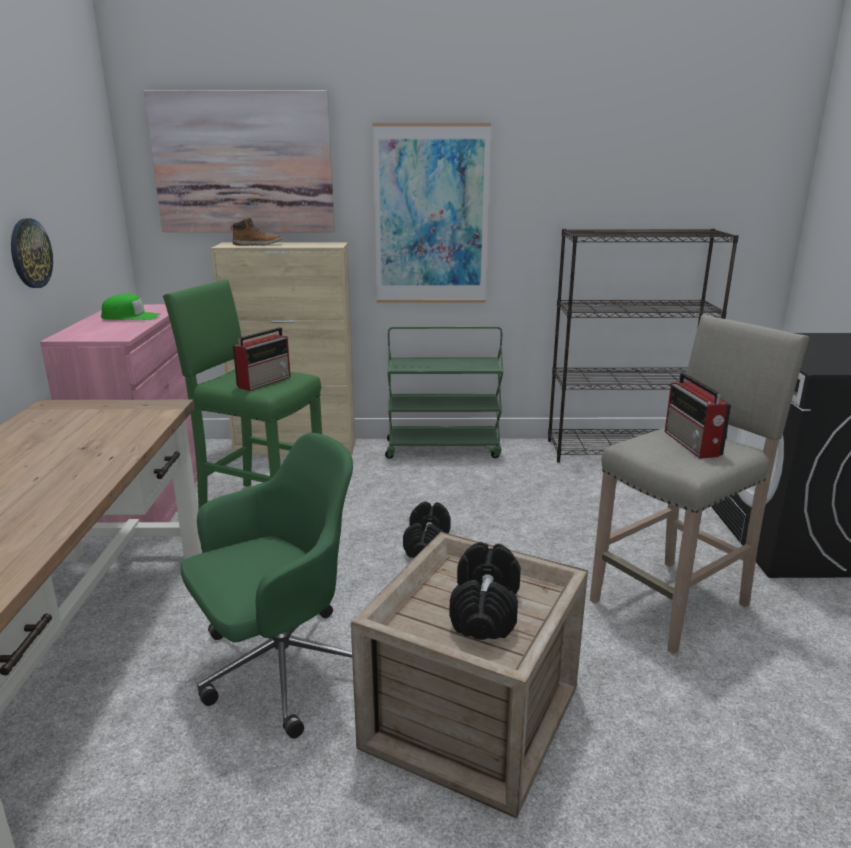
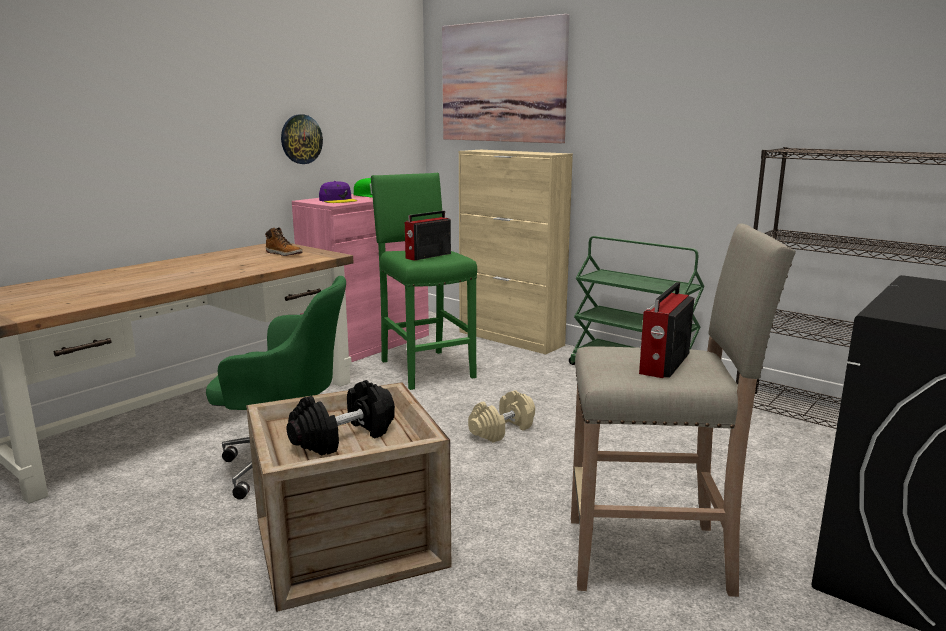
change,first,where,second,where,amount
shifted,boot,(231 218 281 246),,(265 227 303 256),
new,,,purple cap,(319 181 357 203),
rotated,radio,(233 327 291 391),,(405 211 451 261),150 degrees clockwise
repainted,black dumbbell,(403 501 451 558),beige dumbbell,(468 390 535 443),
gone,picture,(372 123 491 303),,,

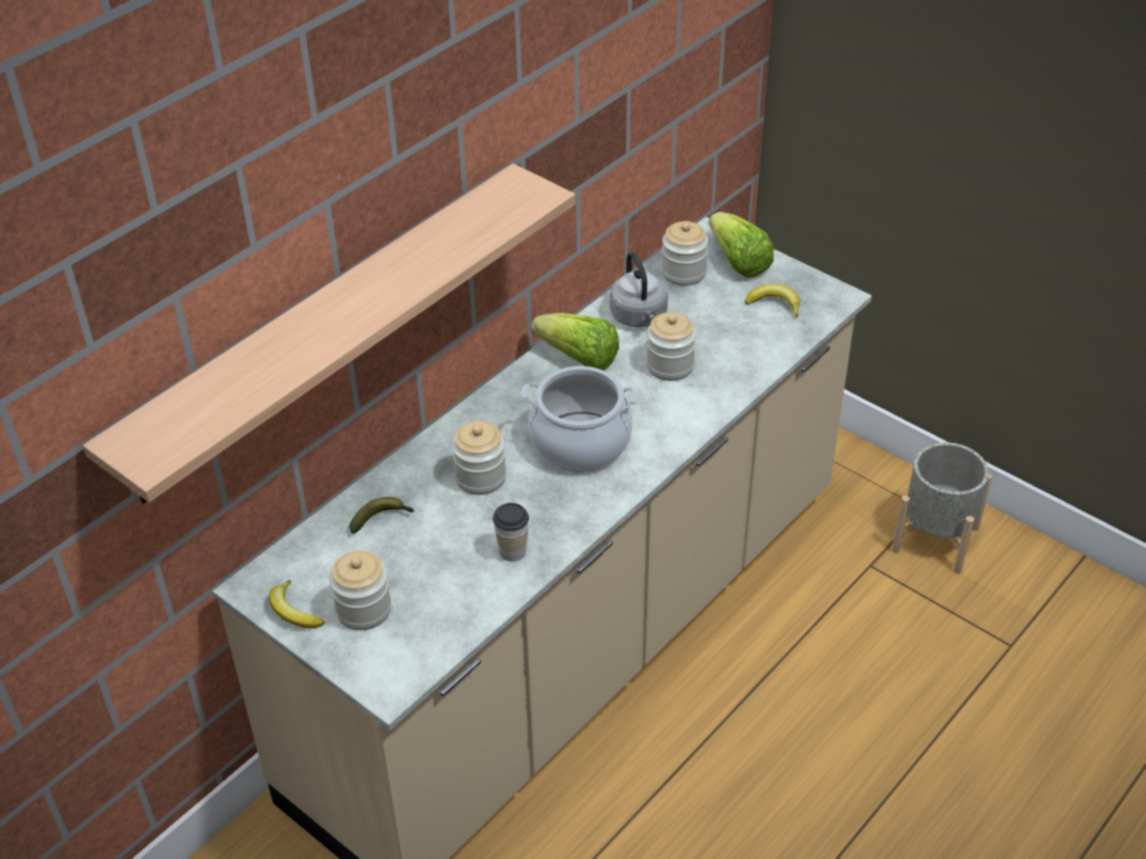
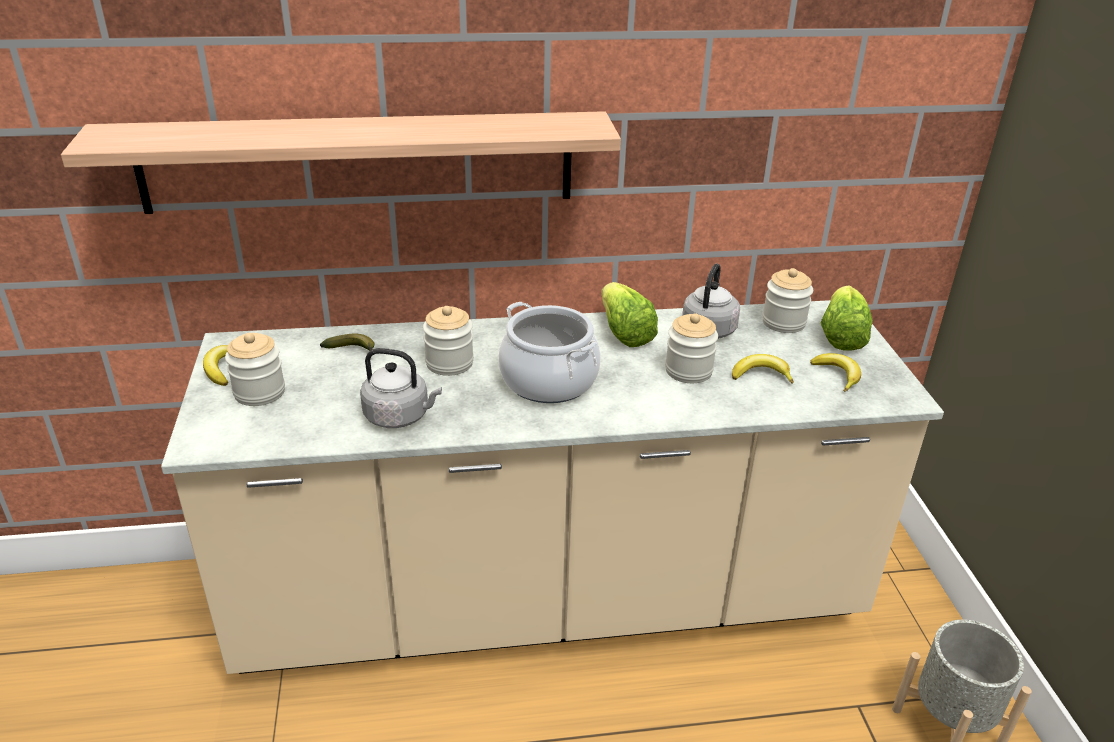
change,first,where,second,where,amount
swapped,cup,(493 503 529 562),grey kettle,(360 348 442 428),
new,,,banana,(732 354 794 383),

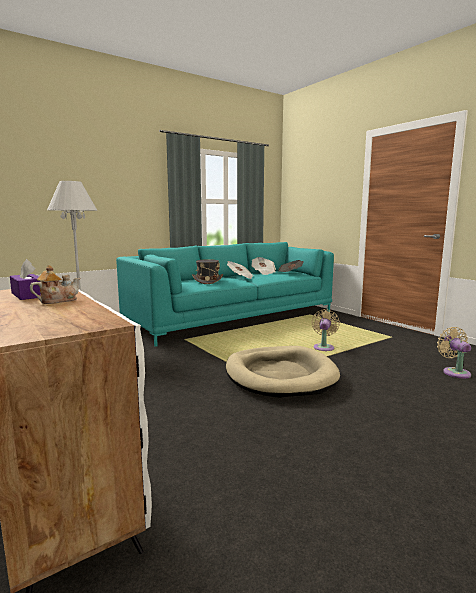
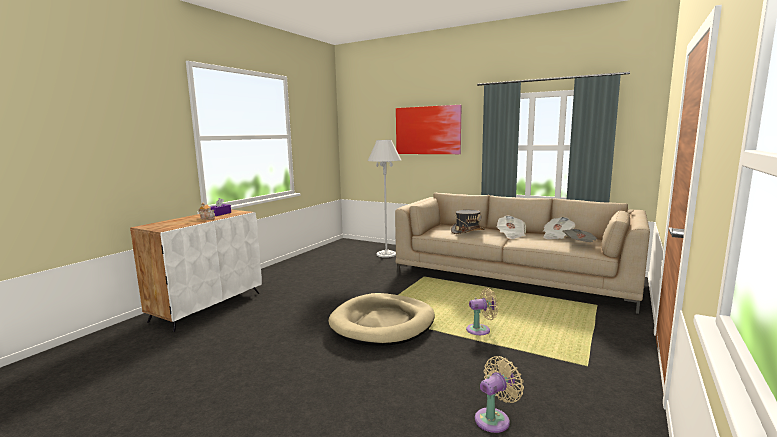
change,first,where,second,where,amount
repainted,turquoise sofa,(116 242 334 347),beige sofa,(395 193 650 314),
new,,,picture,(396 105 461 154),

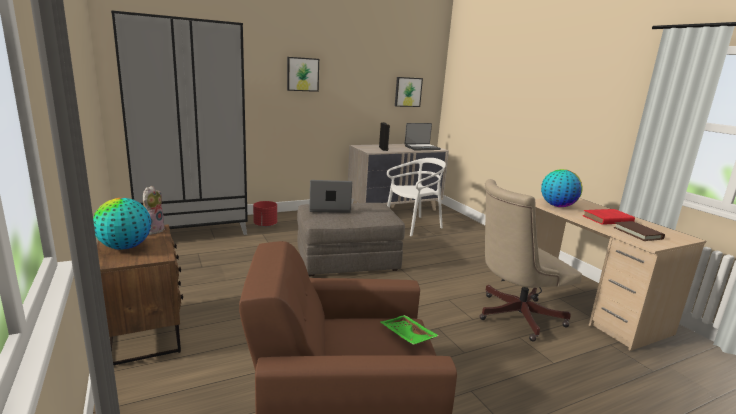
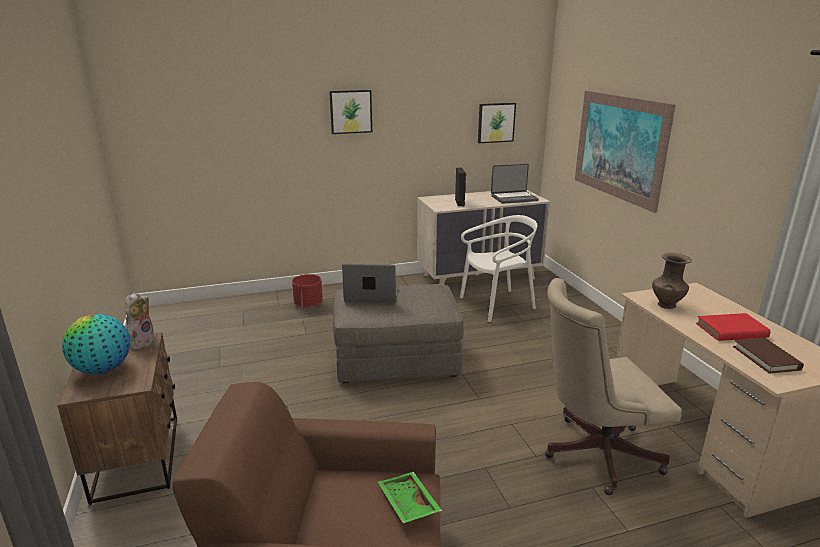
change,first,where,second,where,amount
new,,,picture,(575 91 676 213),
swapped,globe,(541 169 583 207),brown vase,(652 253 691 309),
gone,black wardrobe,(111 10 248 235),,,

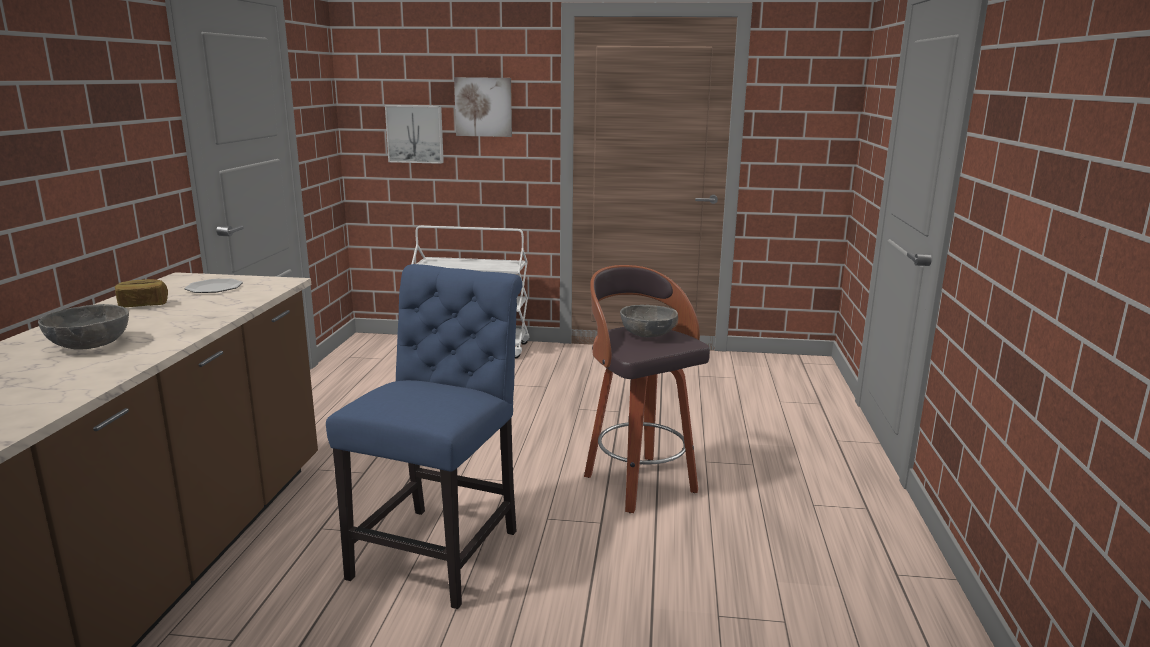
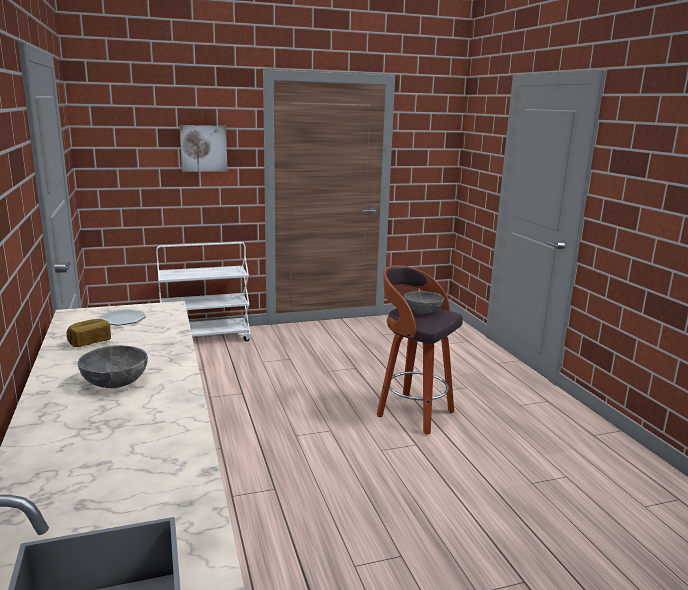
change,first,where,second,where,amount
gone,blue chair,(326 264 522 609),,,
gone,picture,(385 105 444 164),,,

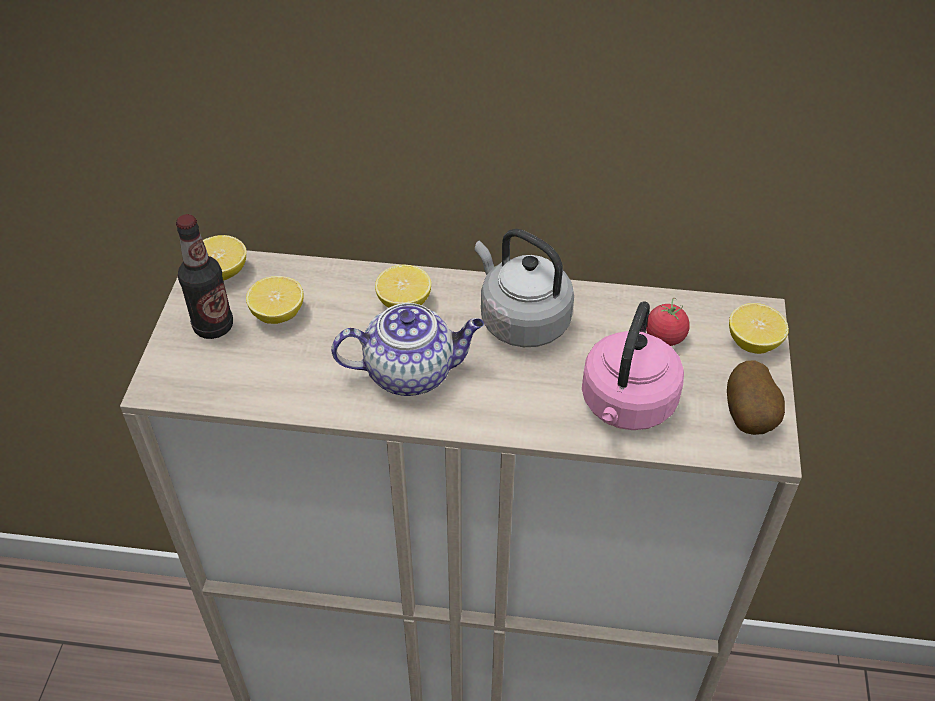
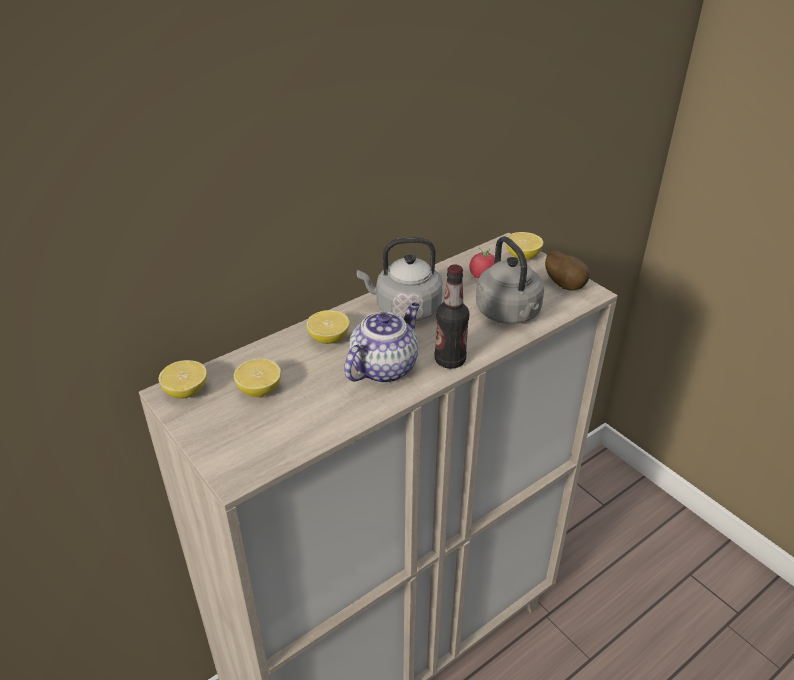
change,first,where,second,where,amount
shifted,bottle,(176 214 233 339),,(434 264 469 369),
repainted,pink kettle,(582 301 684 430),grey kettle,(476 236 544 324),

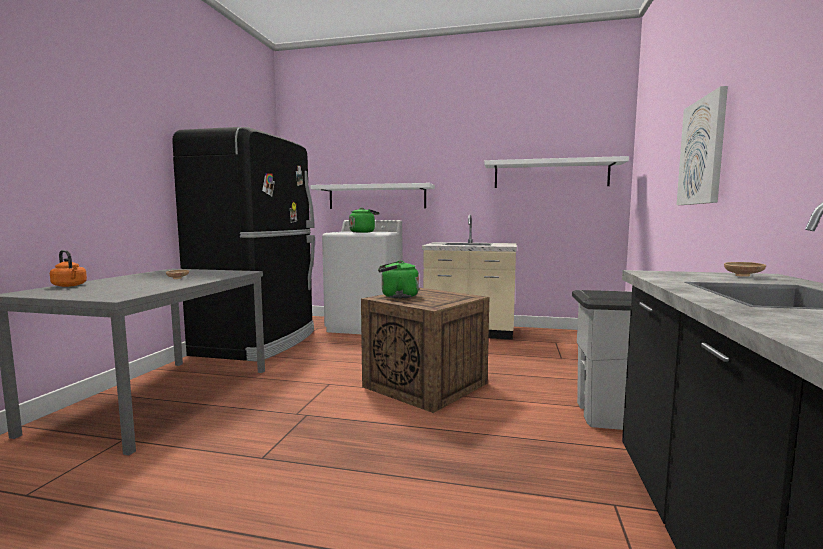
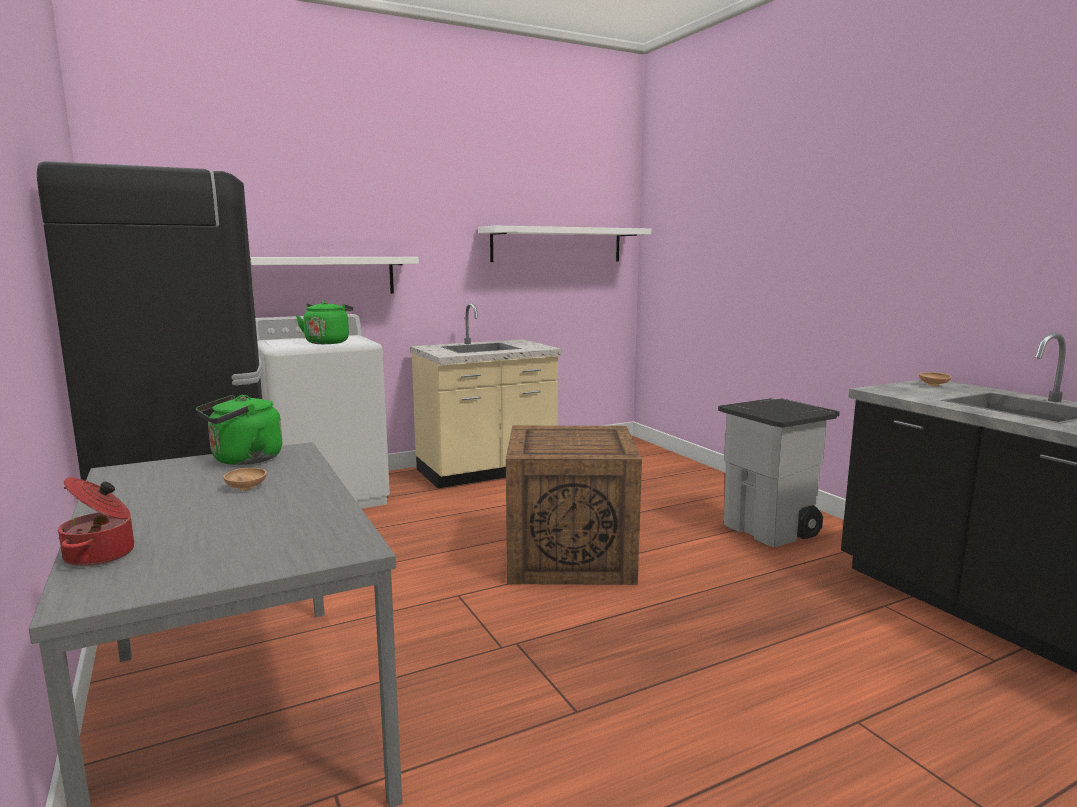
change,first,where,second,where,amount
swapped,orange kettle,(50 250 87 287),cooking pot,(58 477 134 567),
shifted,green kettle,(378 260 419 298),,(196 395 282 465),
gone,picture,(677 86 728 205),,,

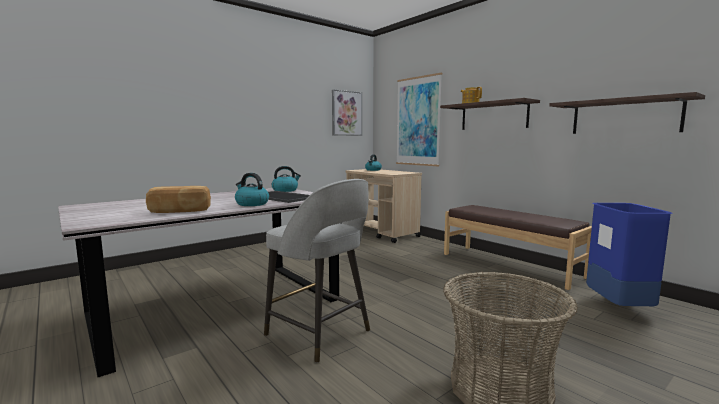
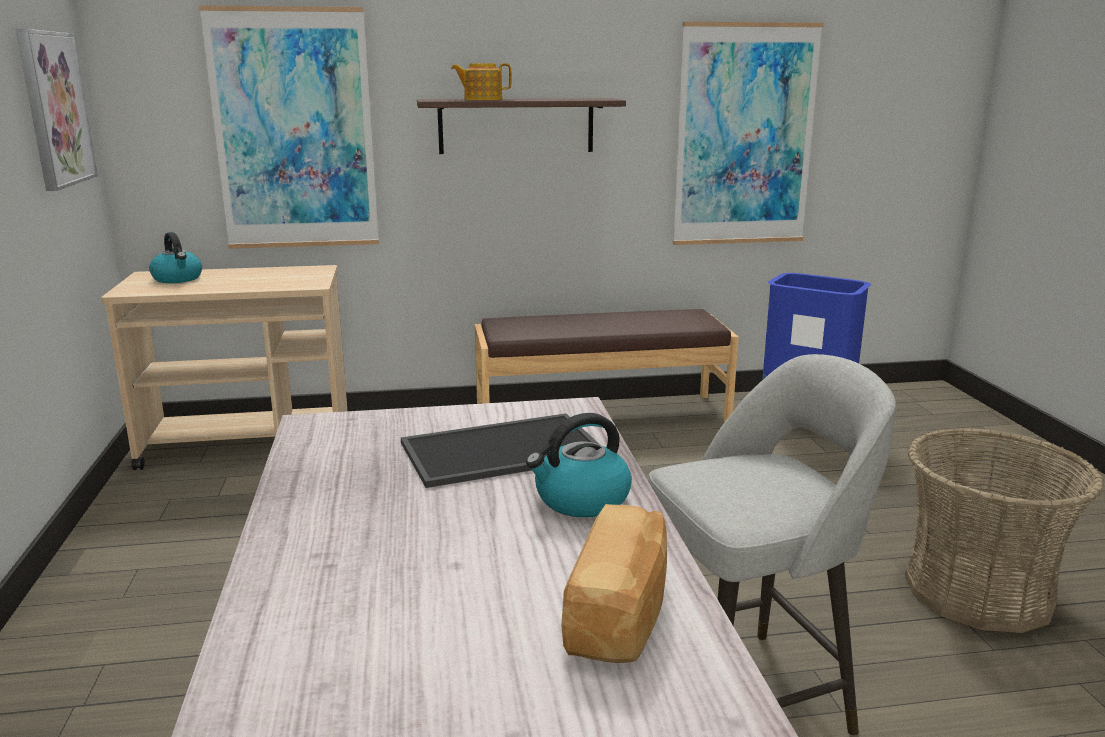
change,first,where,second,where,amount
swapped,shelf,(549 92 705 134),picture,(673 22 824 245),
gone,kettle,(272 166 301 192),,,

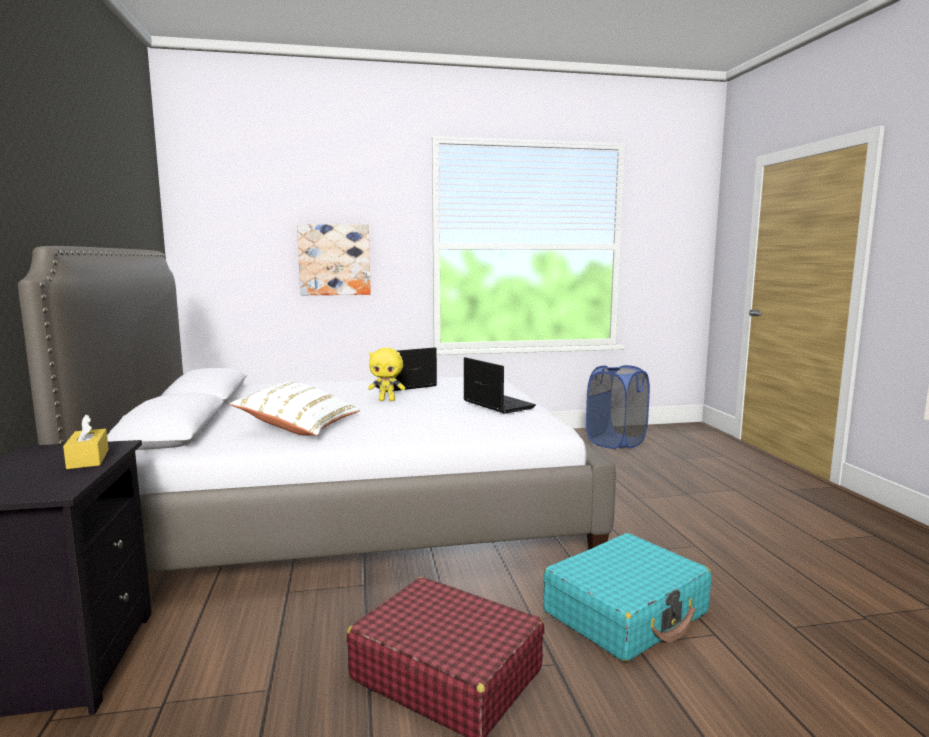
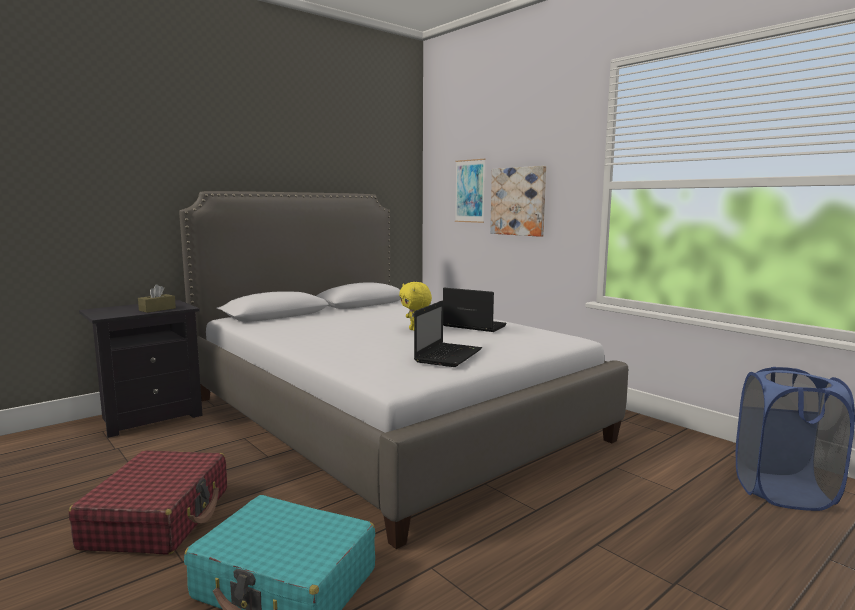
change,first,where,second,where,amount
repainted,yellow tissue box,(63 414 109 469),brown tissue box,(138 284 176 313),
new,,,picture,(455 159 485 223),
gone,white pillow,(230 381 360 436),,,

